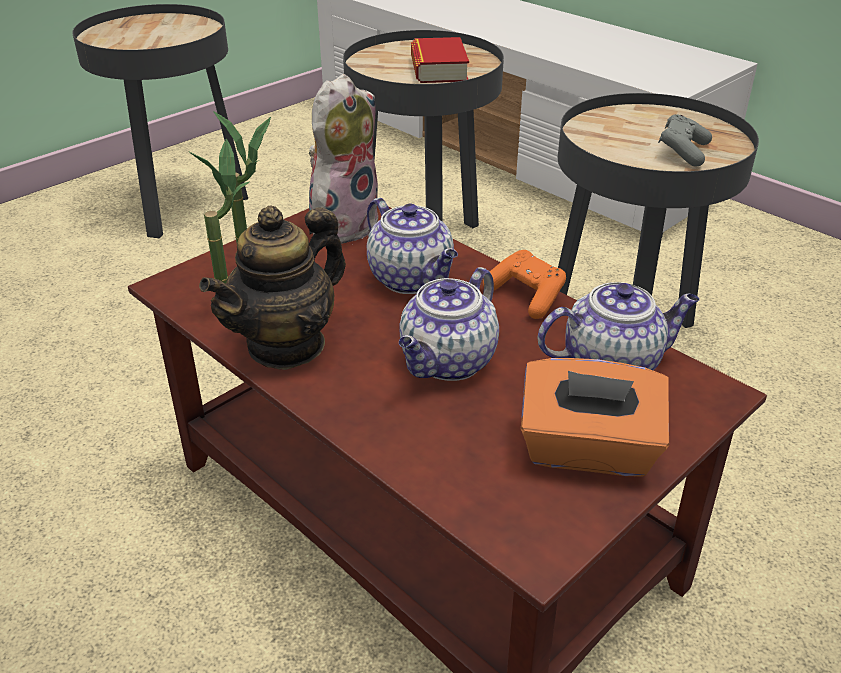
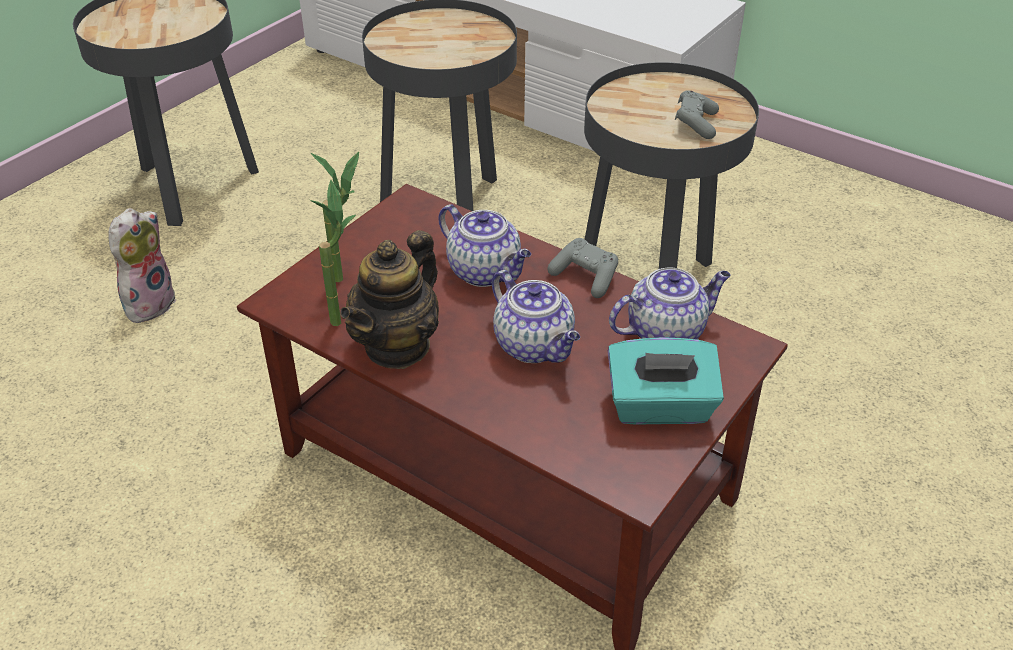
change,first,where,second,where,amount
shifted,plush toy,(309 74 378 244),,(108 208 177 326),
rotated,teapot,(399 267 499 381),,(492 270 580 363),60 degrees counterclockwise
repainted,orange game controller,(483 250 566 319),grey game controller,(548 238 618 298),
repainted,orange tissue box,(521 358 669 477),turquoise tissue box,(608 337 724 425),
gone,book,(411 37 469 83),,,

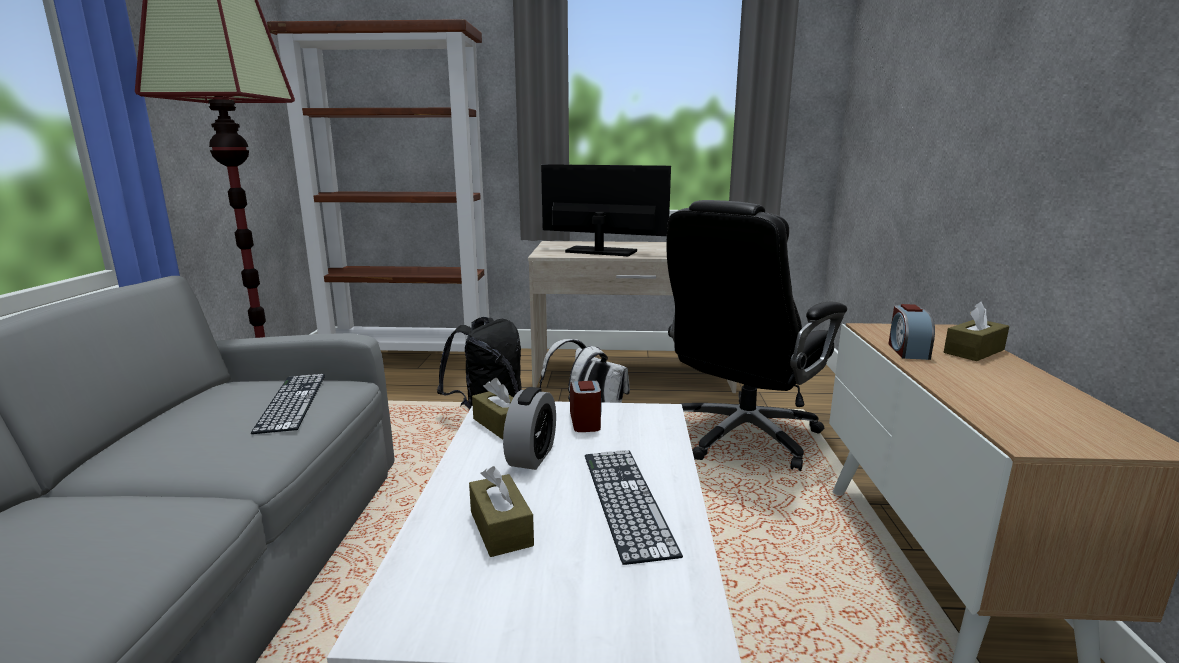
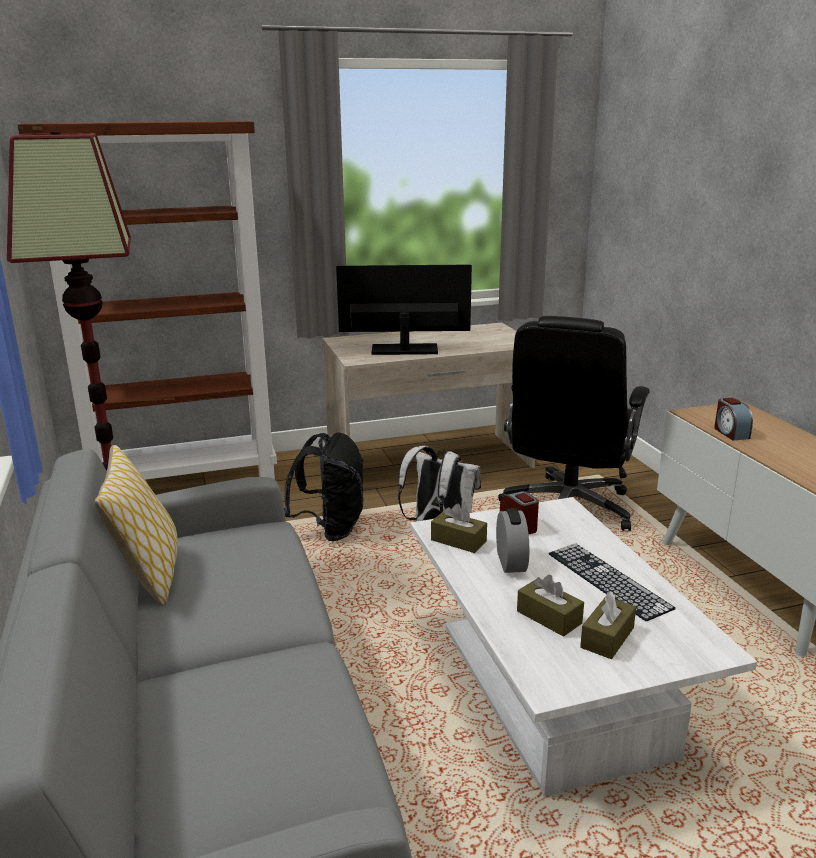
change,first,where,second,where,amount
new,,,pillow,(94 445 178 606),
shifted,brown tissue box,(944 302 1009 361),,(580 591 636 659),
gone,keyboard,(251 374 325 434),,,

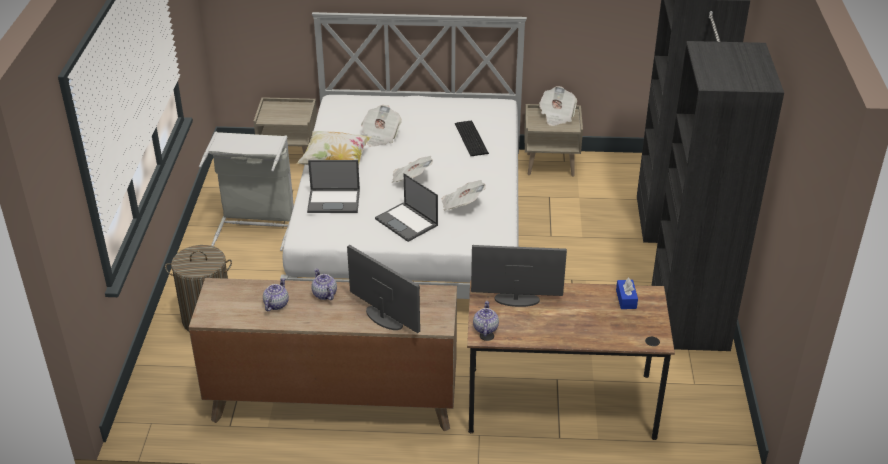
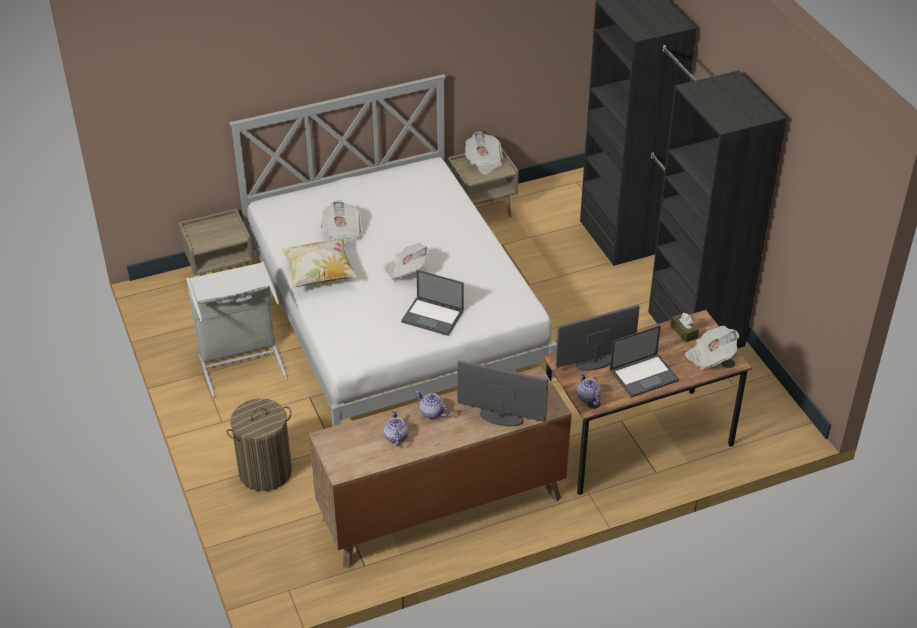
change,first,where,second,where,amount
shifted,laptop,(307 160 360 213),,(610 325 679 398),
repainted,blue tissue box,(616 278 638 309),brown tissue box,(670 312 699 342),
shifted,newspaper,(442 180 486 211),,(685 326 740 370),
gone,keyboard,(455 121 489 156),,,

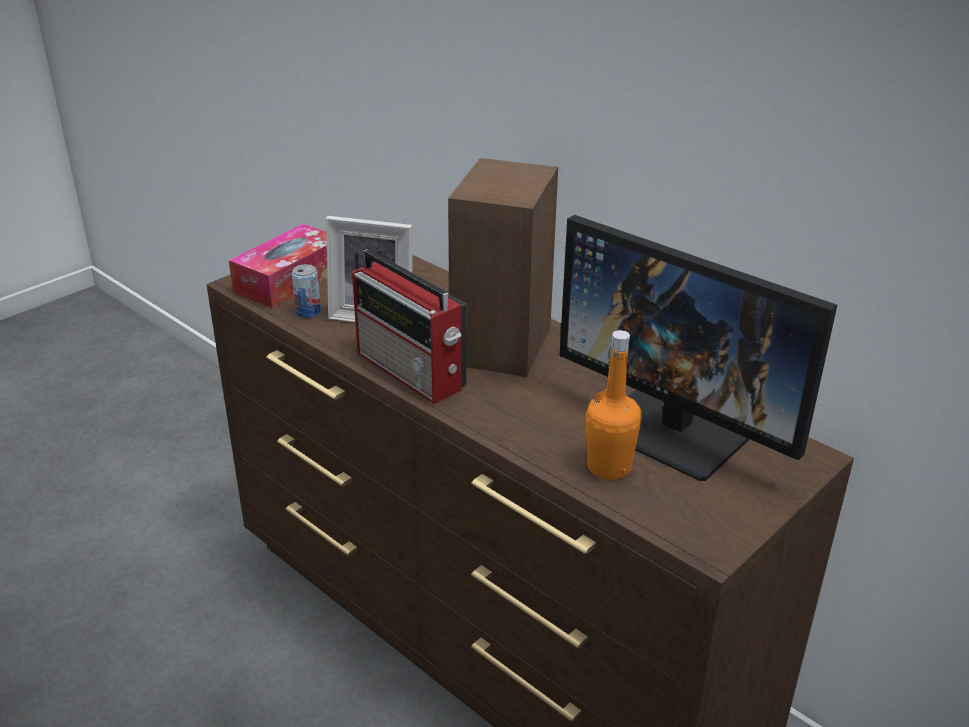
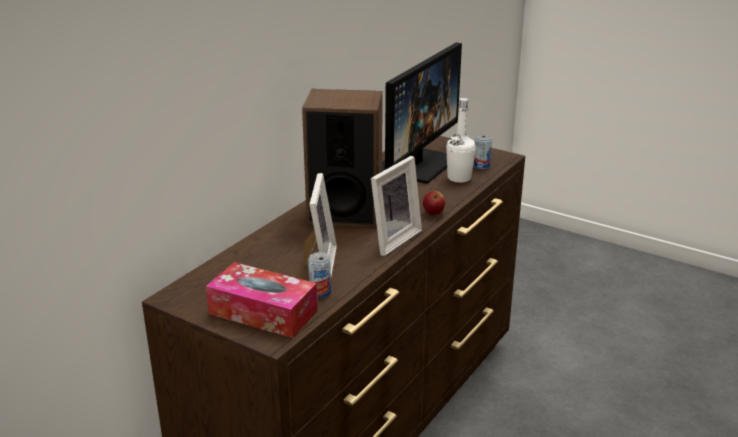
change,first,where,second,where,amount
swapped,radio,(352 249 467 404),picture frame,(371 156 422 256),
new,,,apple,(423 191 445 215),
repainted,orange bottle,(586 330 642 480),white bottle,(446 98 476 183),
new,,,can,(474 135 492 169),

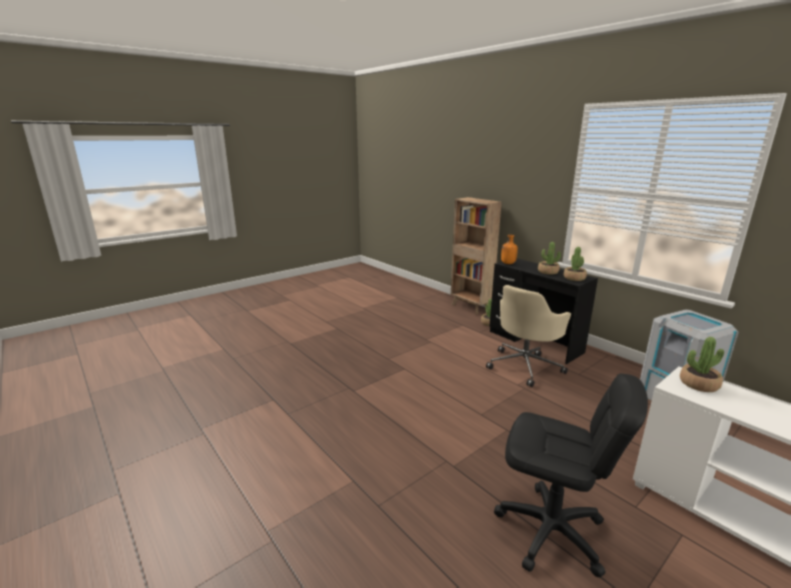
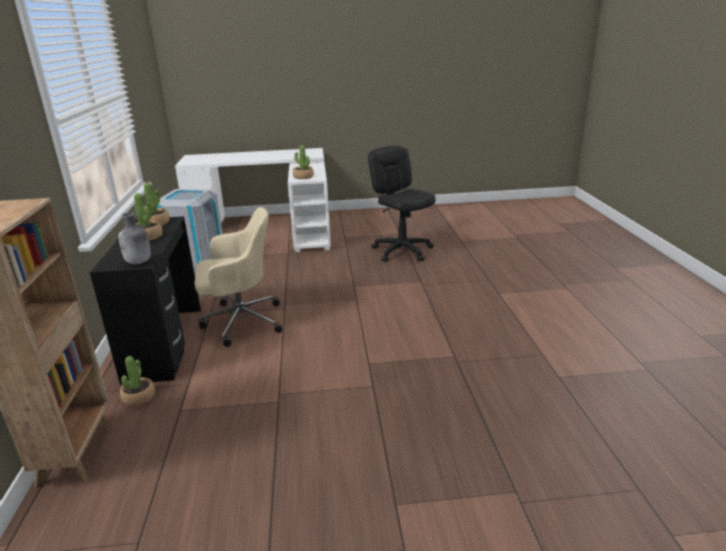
change,first,where,second,where,amount
repainted,orange bottle,(501 235 518 264),grey bottle,(118 213 151 264),

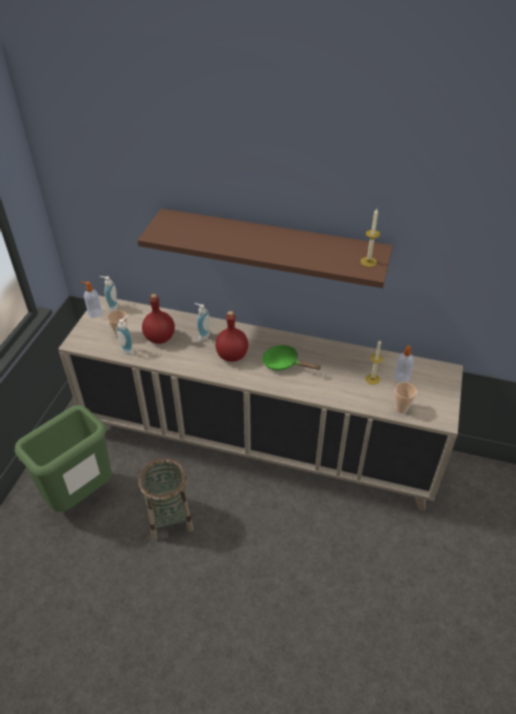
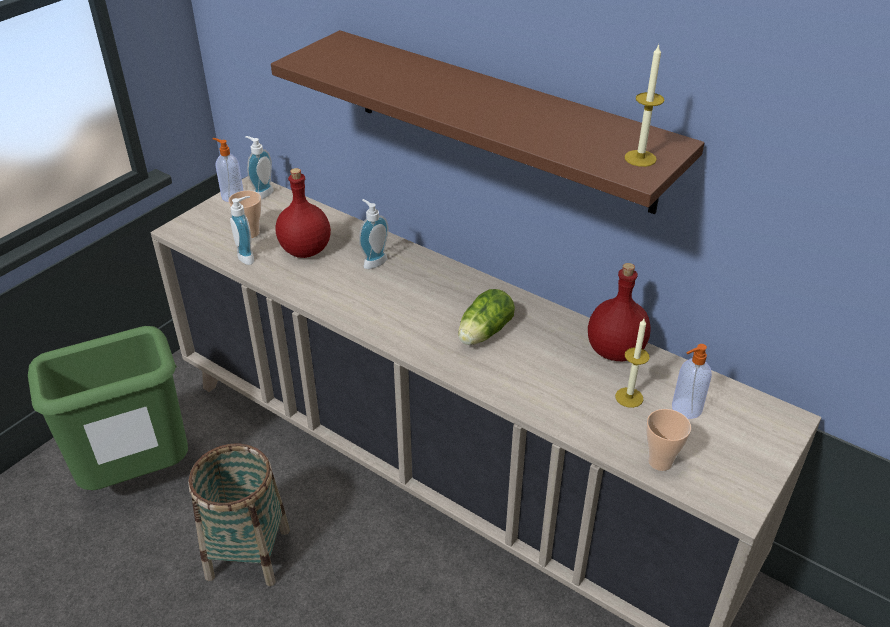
change,first,where,second,where,amount
swapped,green frying pan,(262 345 322 371),lettuce,(458 289 515 345),
shifted,red bottle,(216 311 248 362),,(588 263 651 361),

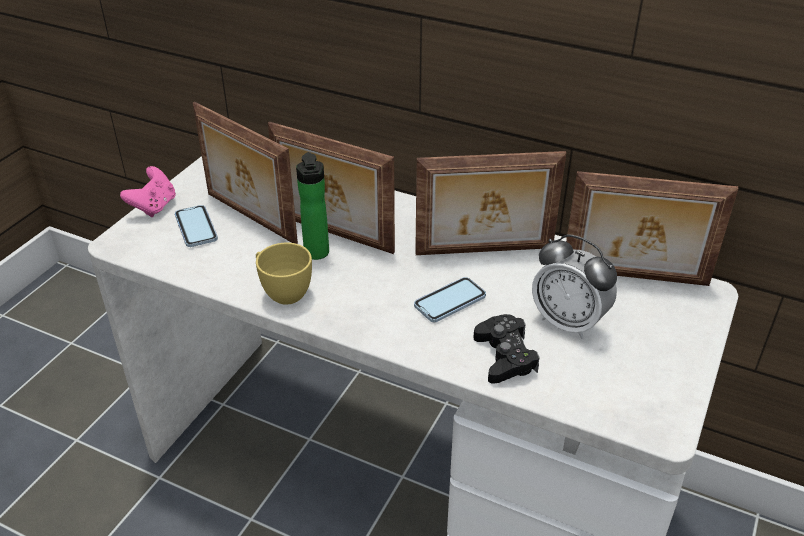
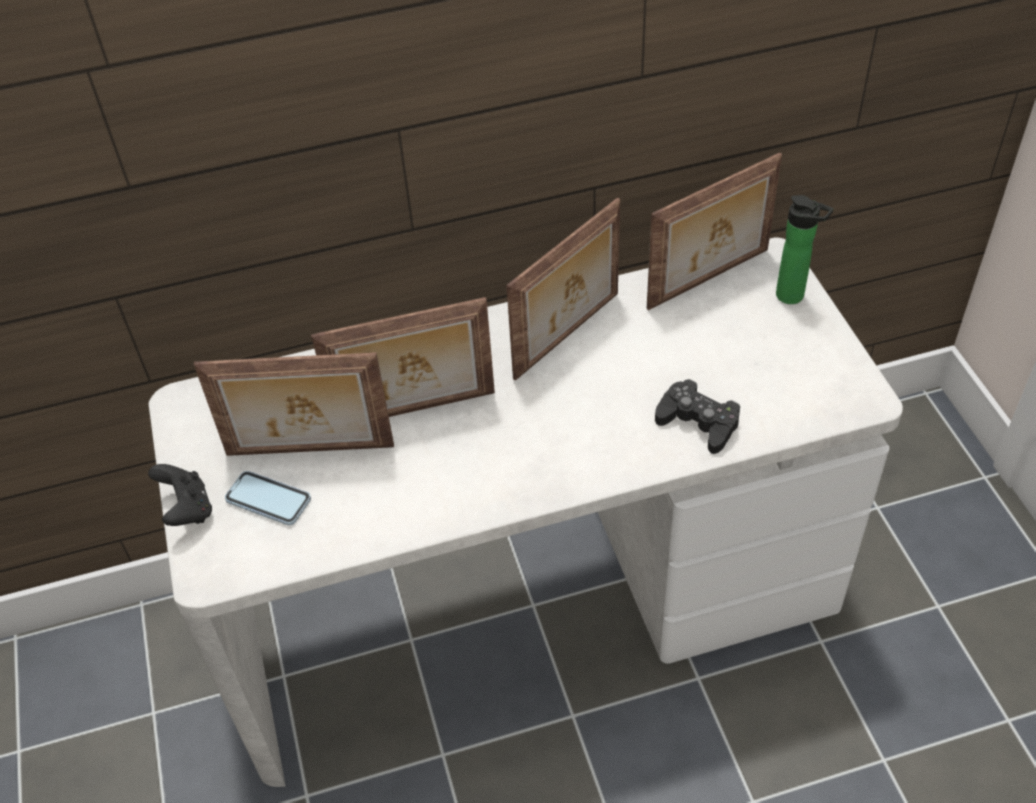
change,first,where,second,where,amount
repainted,pink game controller,(120 166 176 217),black game controller,(148 464 212 526),
shifted,bottle,(296 152 329 260),,(776 195 834 304),
gone,yellow cup,(256 243 312 305),,,
gone,phone,(414 277 486 322),,,
gone,alarm clock,(532 234 617 339),,,

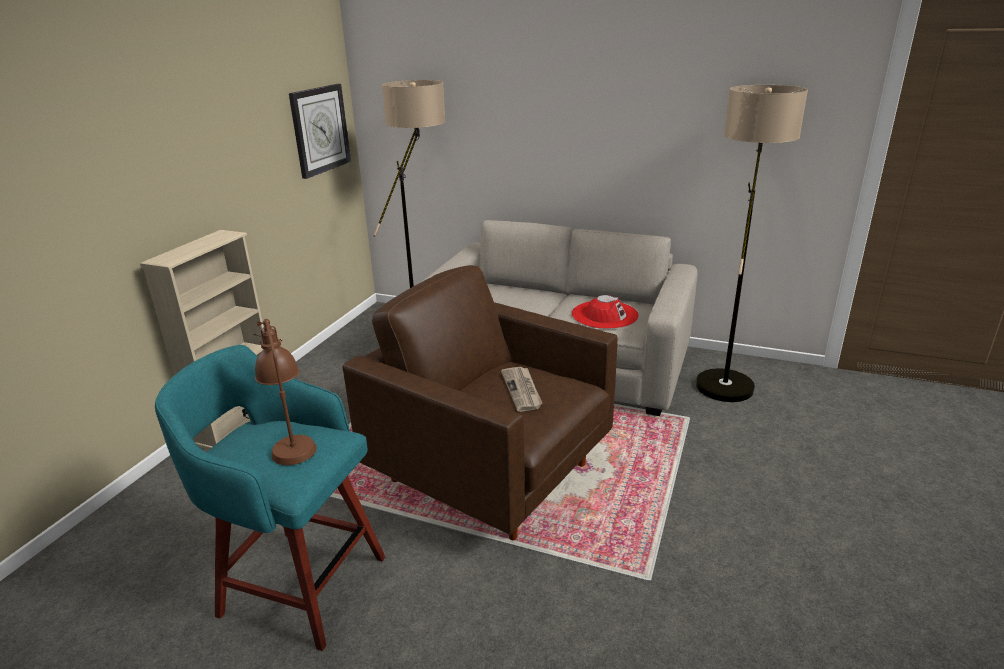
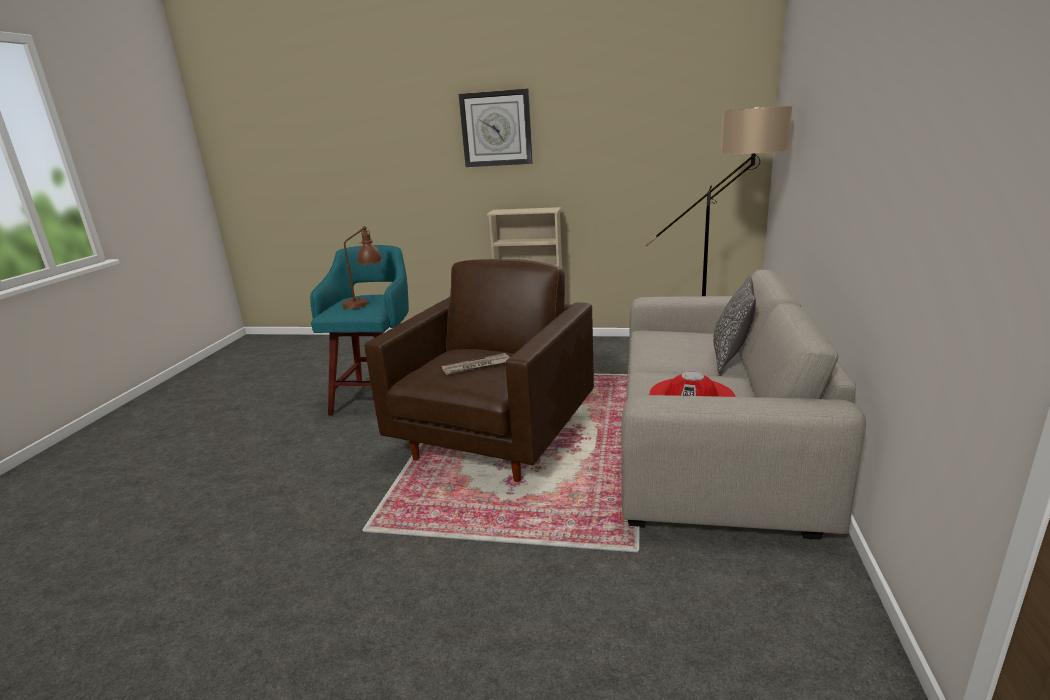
change,first,where,second,where,amount
shifted,wall clock,(289 84 351 179),,(459 89 533 167),
new,,,pillow,(713 275 756 373),
gone,floor lamp,(696 85 808 402),,,

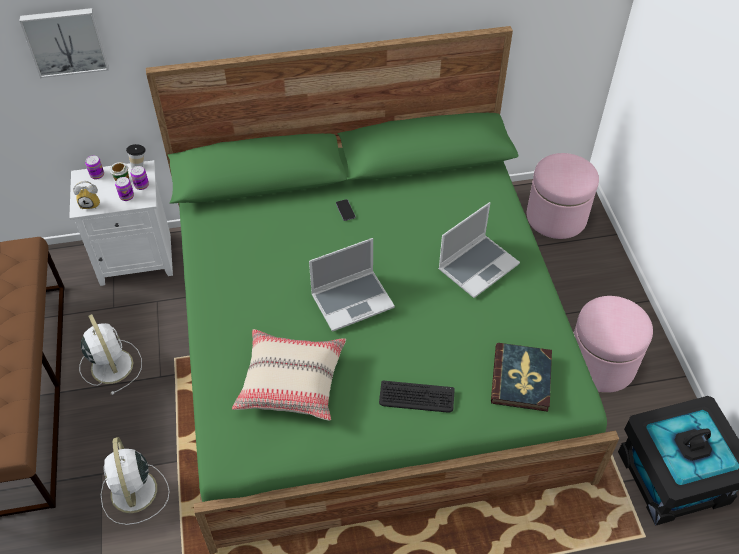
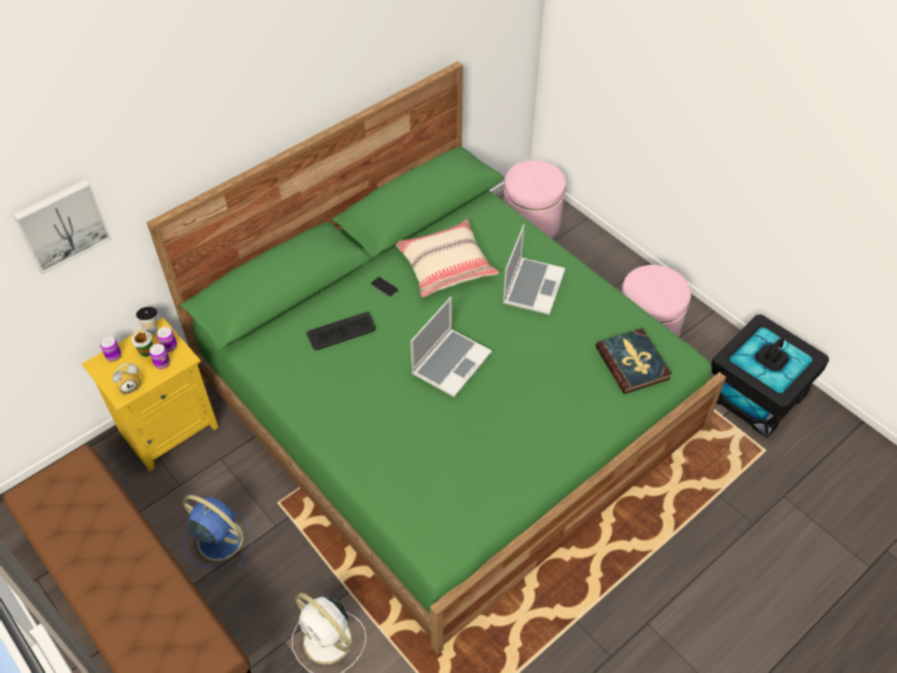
change,first,where,second,where,amount
repainted,white nightstand,(69 160 173 286),yellow nightstand,(82 318 219 471),
repainted,white fan,(79 314 142 395),blue fan,(183 495 254 567),
shifted,keyboard,(379 381 455 413),,(307 312 376 350),
shifted,beige pillow,(232 329 346 421),,(396 219 500 297),

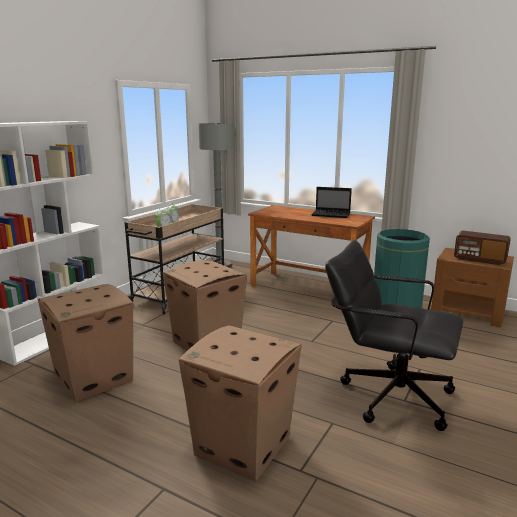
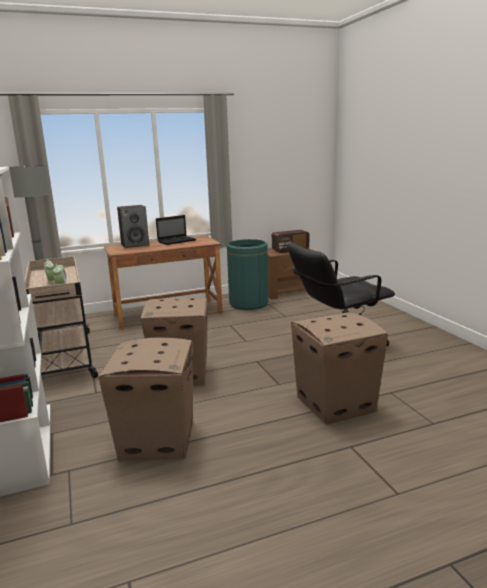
change,first,where,second,where,amount
new,,,speaker,(117 205 149 248),

